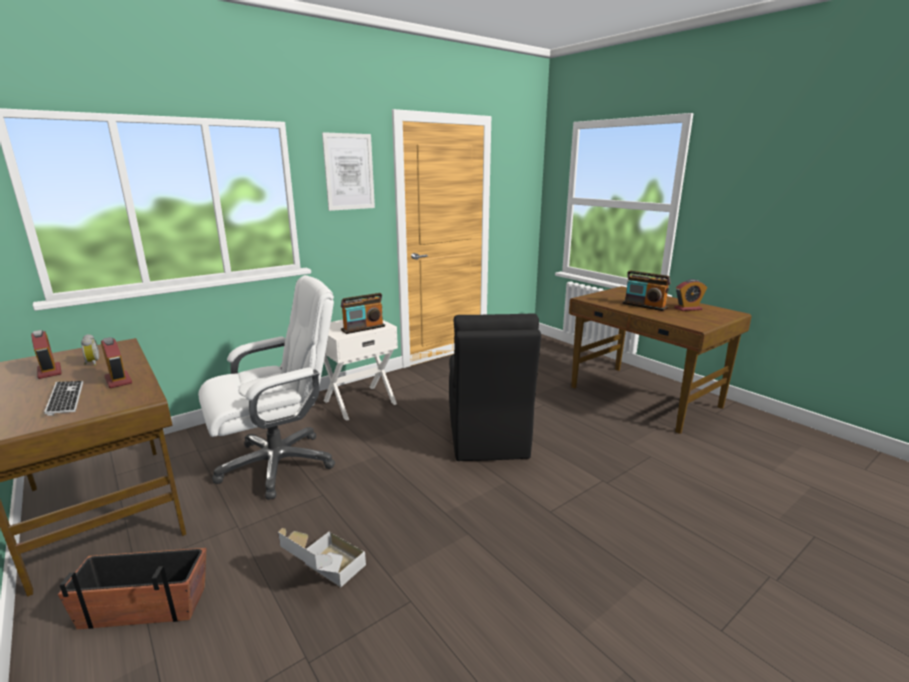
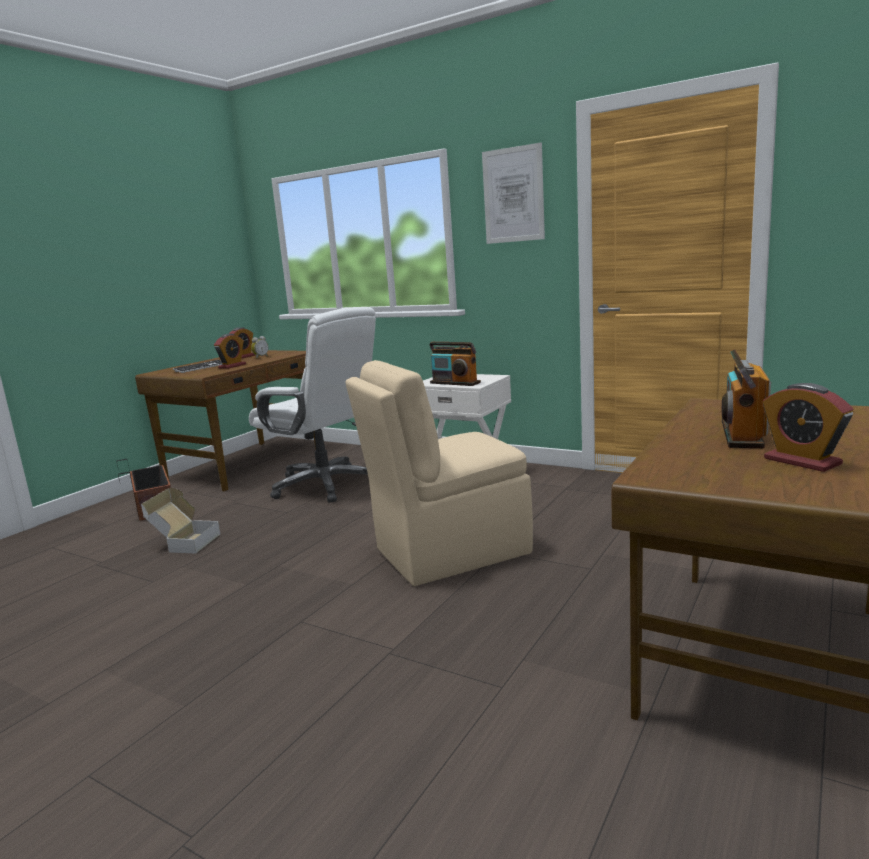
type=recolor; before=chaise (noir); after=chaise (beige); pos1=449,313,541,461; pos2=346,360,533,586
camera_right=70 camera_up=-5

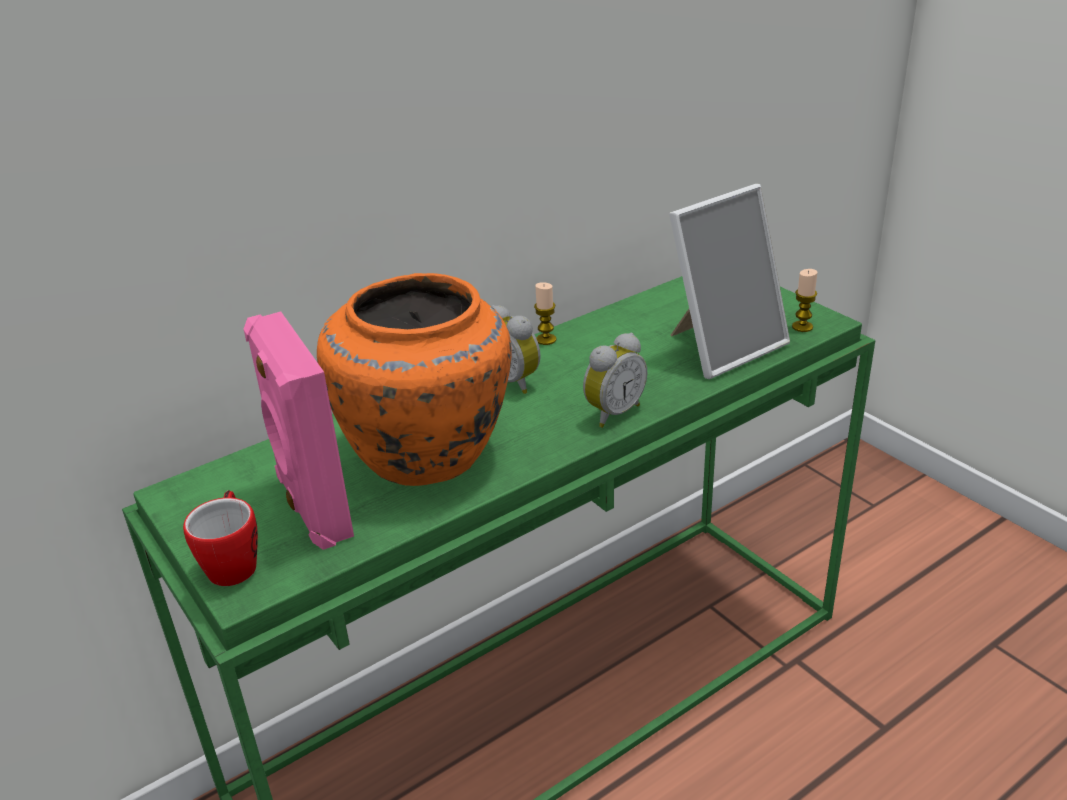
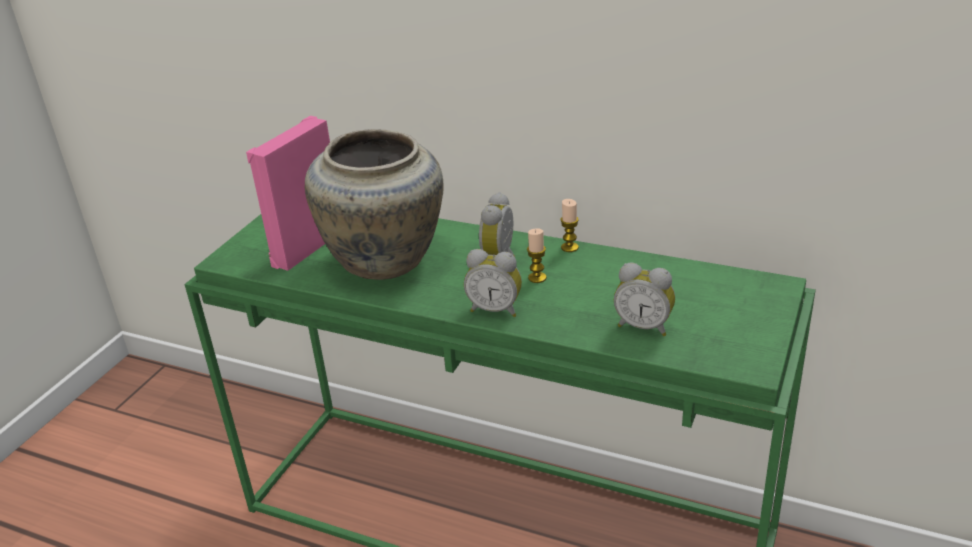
type=replace; before=cadre photo; after=réveil; pos1=669,184,790,379; pos2=614,263,675,336
type=move; before=bougie; pos1=792,269,818,332; pos2=527,228,547,283
type=recolor; before=vase (orange); after=vase (beige); pos1=317,273,512,486; pos2=305,129,444,280
type=delete; before=mug; pos1=183,490,258,586
camera_right=60 camera_up=0

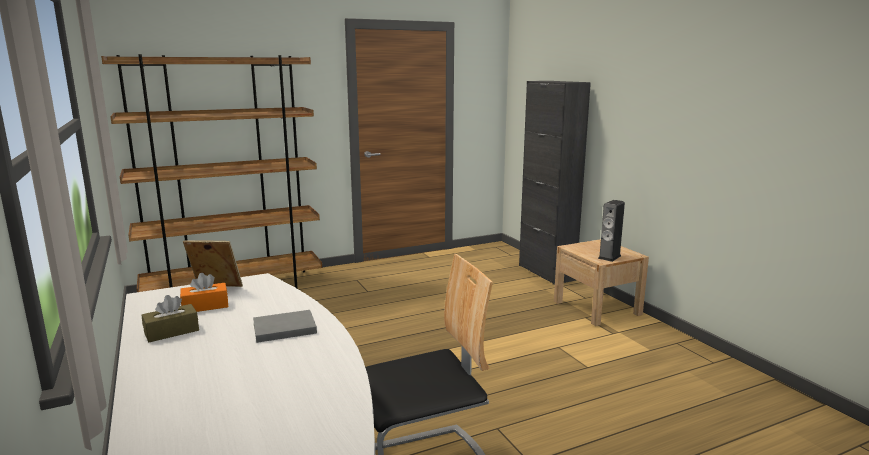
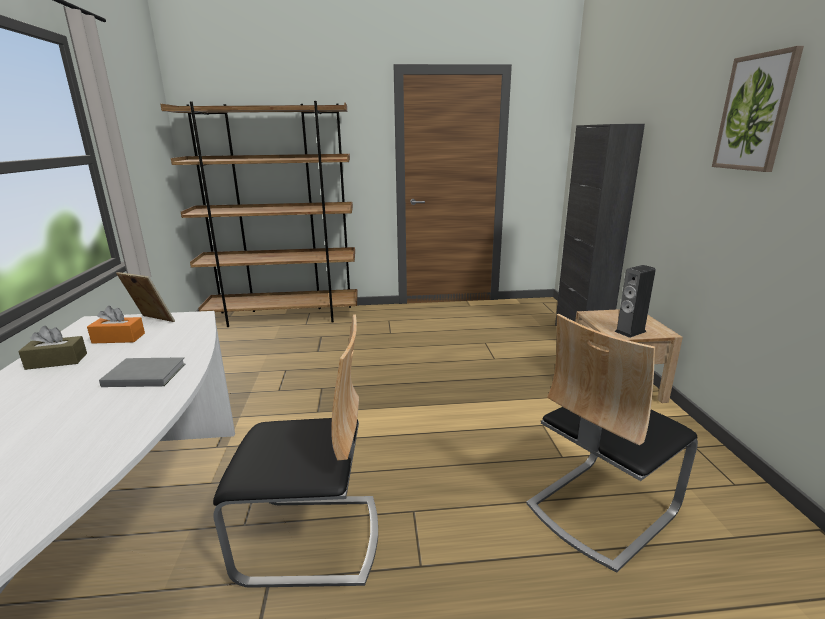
type=insert; after=tableau; pos2=712,46,804,172
type=insert; after=chaise; pos2=526,314,698,573
camera_right=20 camera_up=5

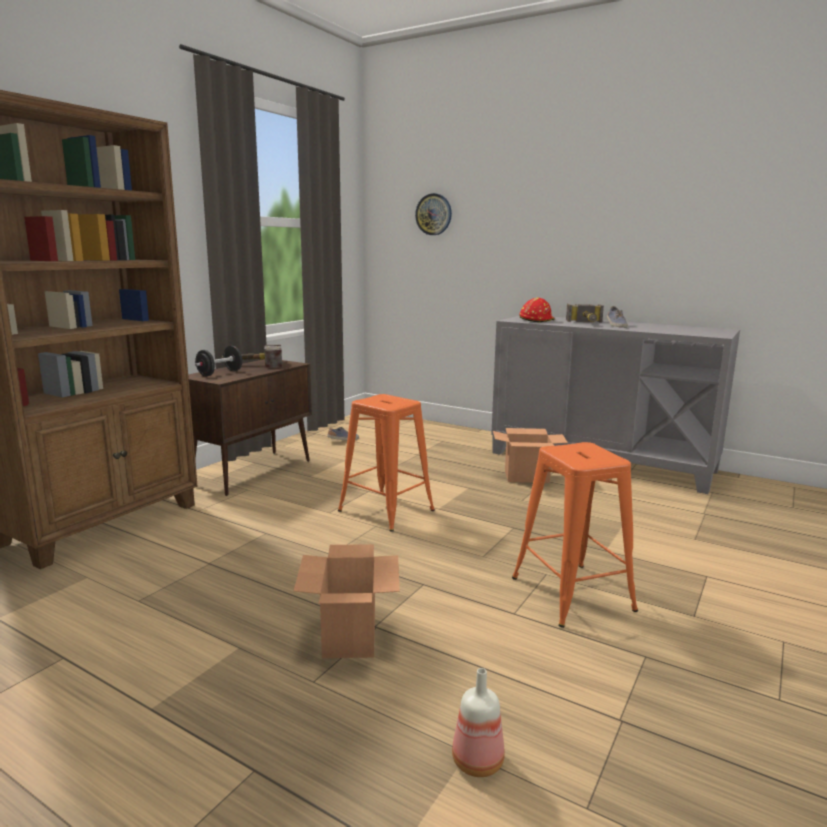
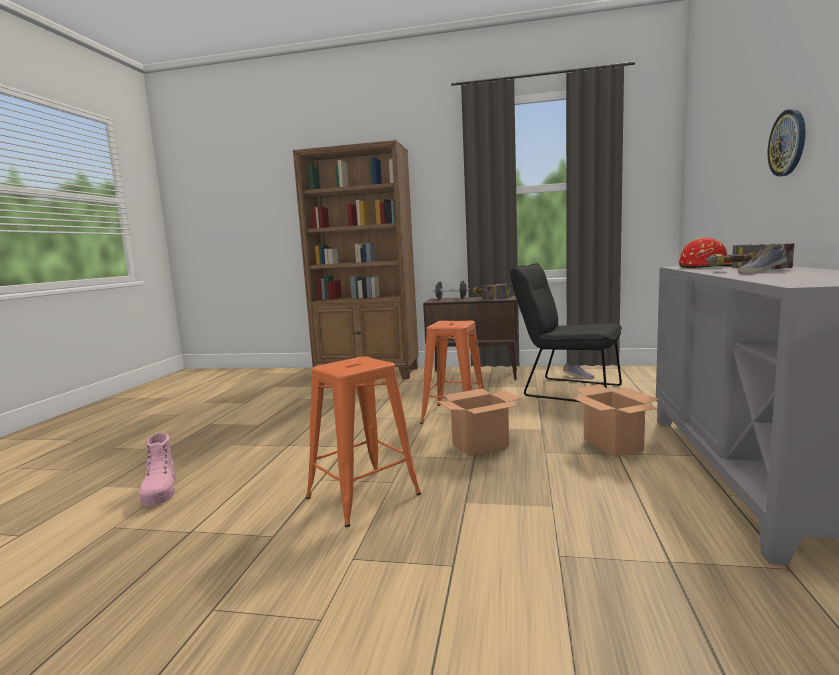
type=move; before=horloge murale; pos1=415,193,452,235; pos2=768,109,806,177
type=move; before=carton; pos1=294,544,400,658; pos2=437,388,522,456
type=replace; before=bouteille; after=botte (rose); pos1=452,668,505,777; pos2=139,433,176,506
type=insert; after=chaise (noir); pos2=510,263,622,402
camera_right=70 camera_up=-5

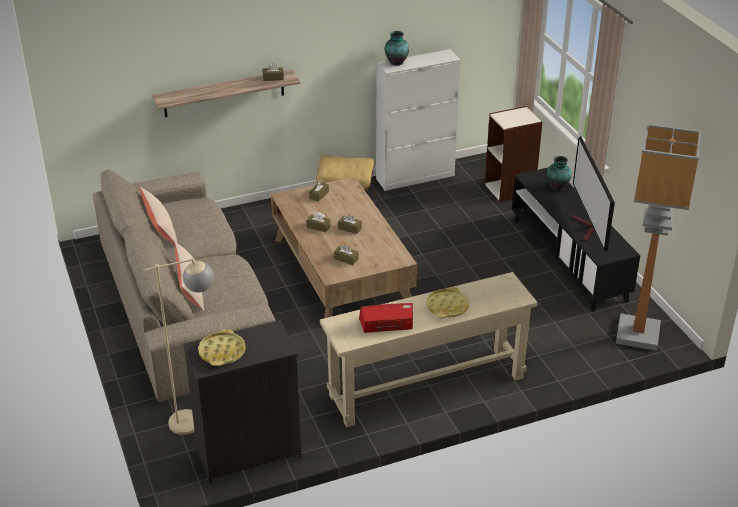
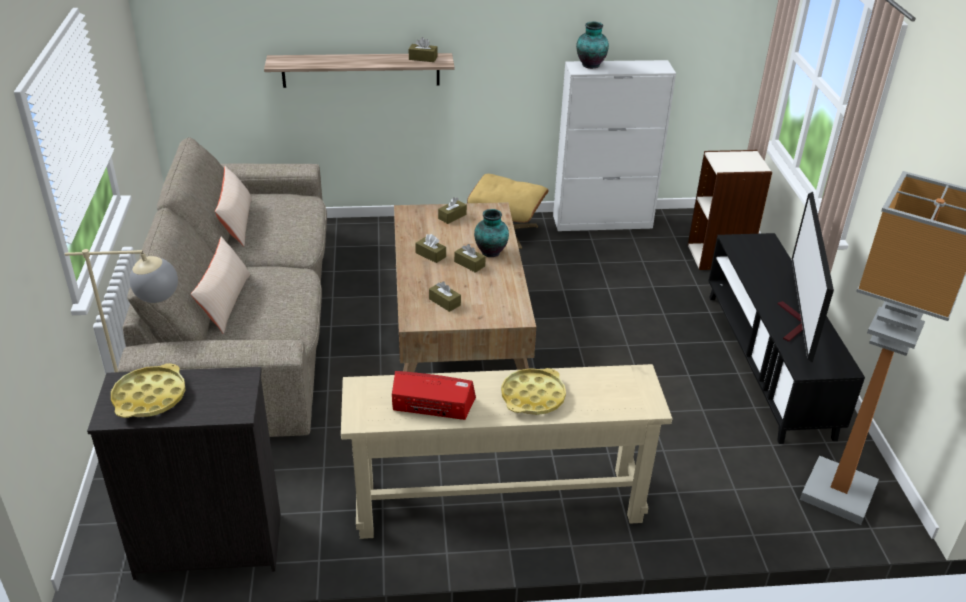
type=move; before=vase; pos1=546,156,572,191; pos2=474,209,509,257
camera_right=15 camera_up=0

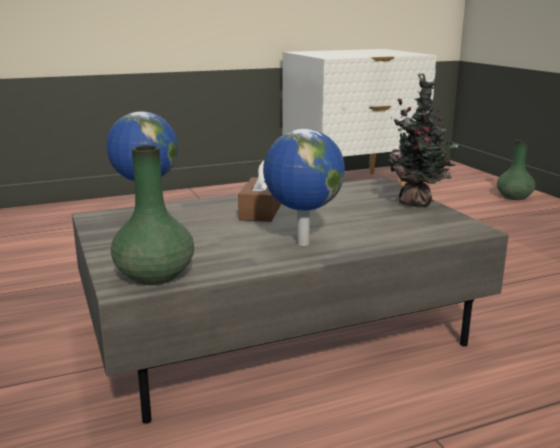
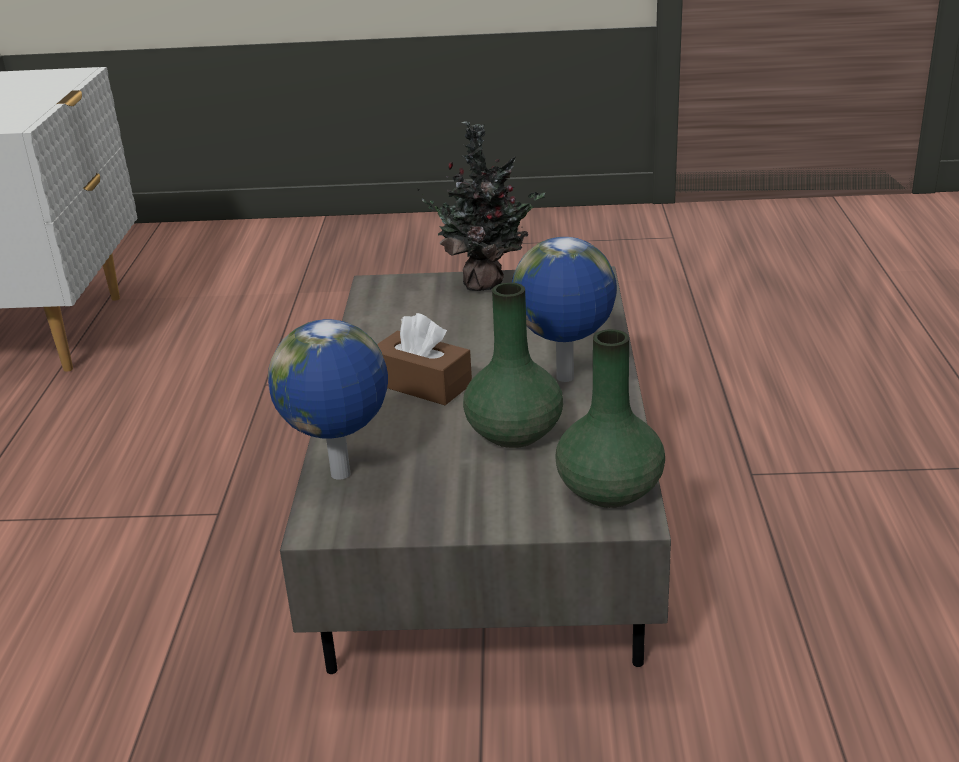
type=move; before=vase (vert); pos1=497,139,535,200; pos2=463,282,563,448
camera_right=-65 camera_up=10

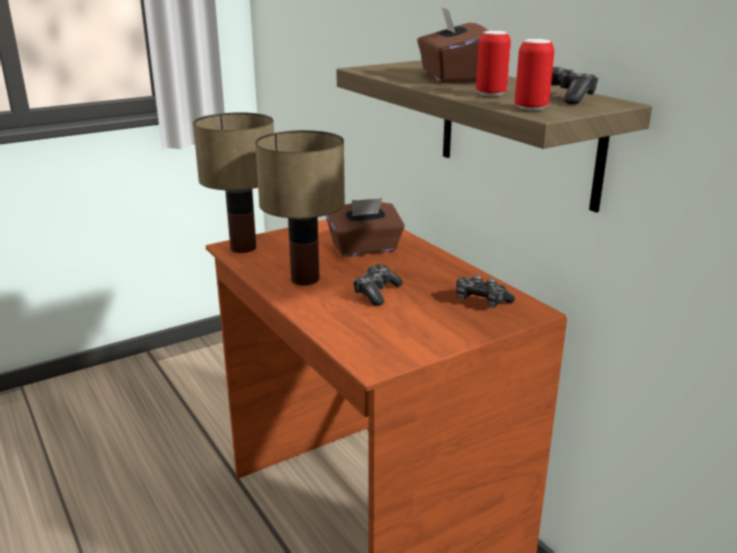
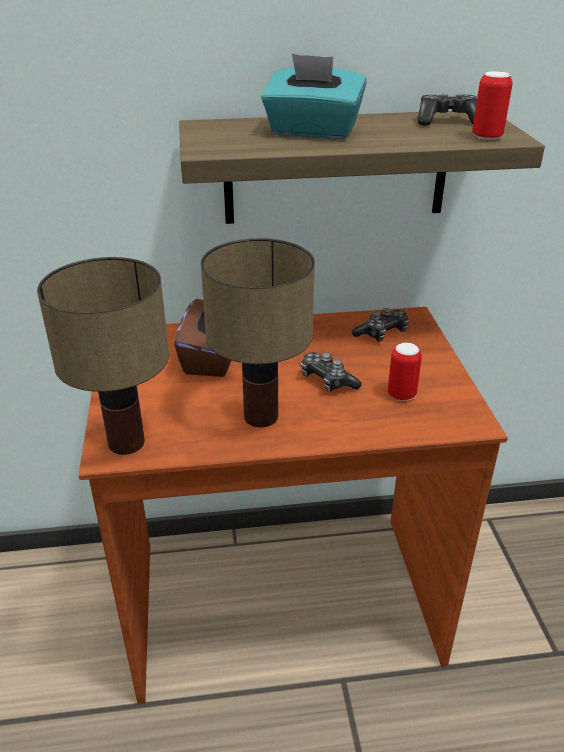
type=recolor; before=boîte à mouchoirs (marron); after=boîte à mouchoirs (turquoise); pos1=417,6,489,83; pos2=261,54,367,139
type=move; before=boîte métallique; pos1=476,31,511,96; pos2=388,343,422,401
camera_right=-65 camera_up=10

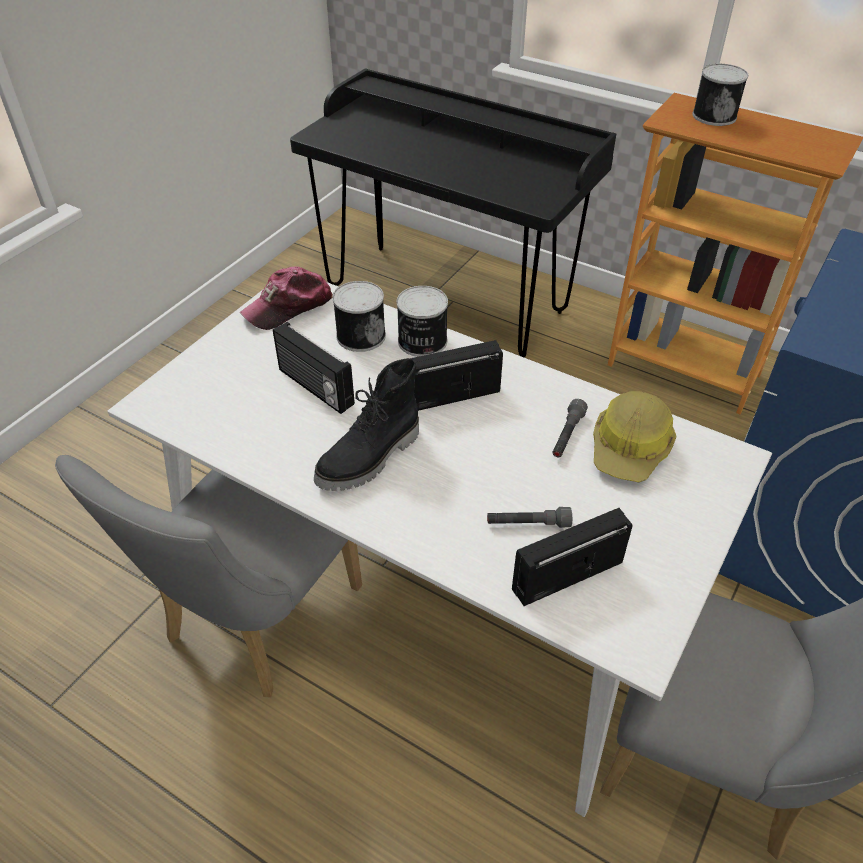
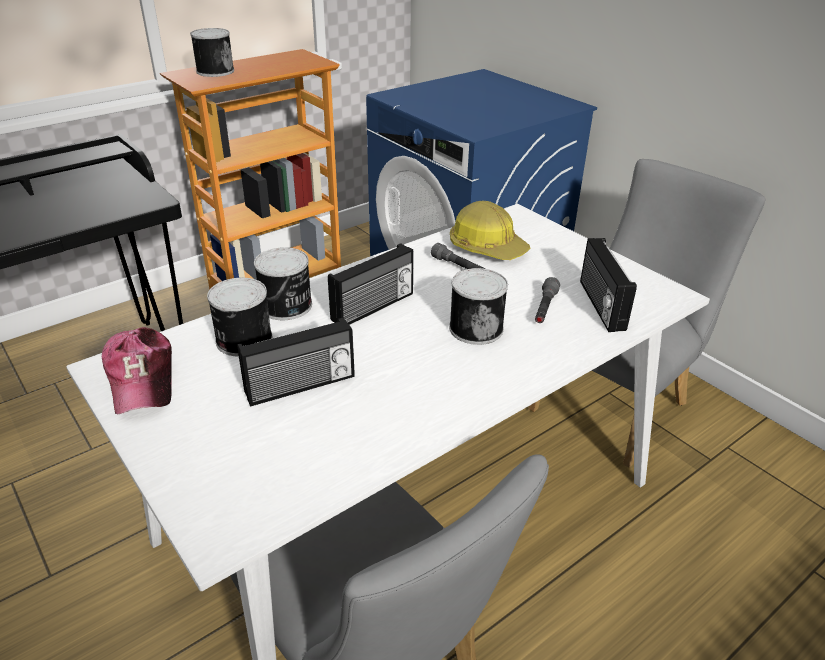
type=rotate; before=radio; pos1=411,340,503,411; pos2=328,243,414,325; turn=-135
type=delete; before=botte (noir); pos1=314,358,419,491
type=insert; after=boîte métallique; pos2=449,268,508,345
camera_right=-70 camera_up=-10

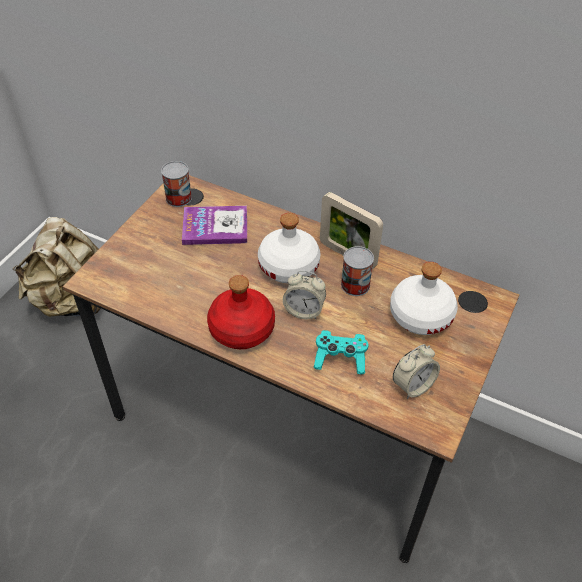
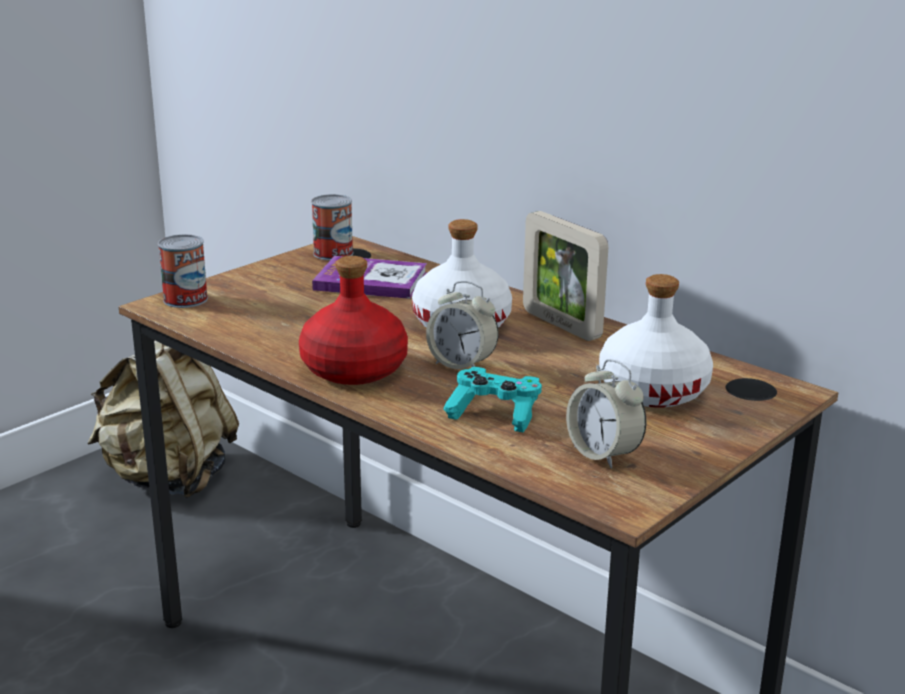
type=move; before=boîte métallique; pos1=341,246,374,296; pos2=158,234,208,308
type=rotate; before=réveil; pos1=393,344,440,399; pos2=566,359,646,469; turn=75
camera_right=15 camera_up=-25

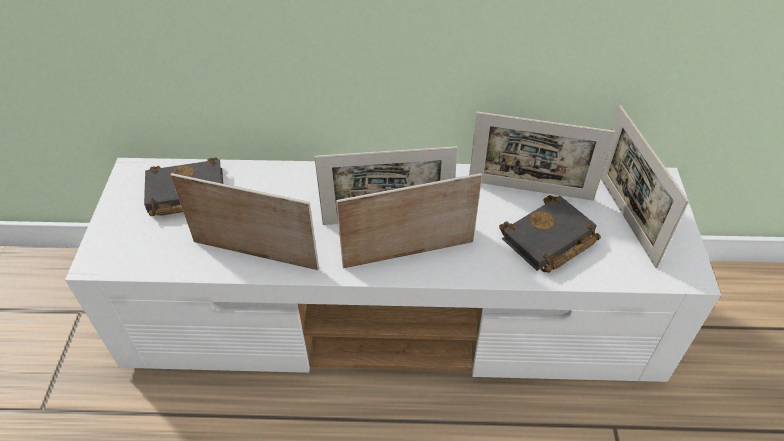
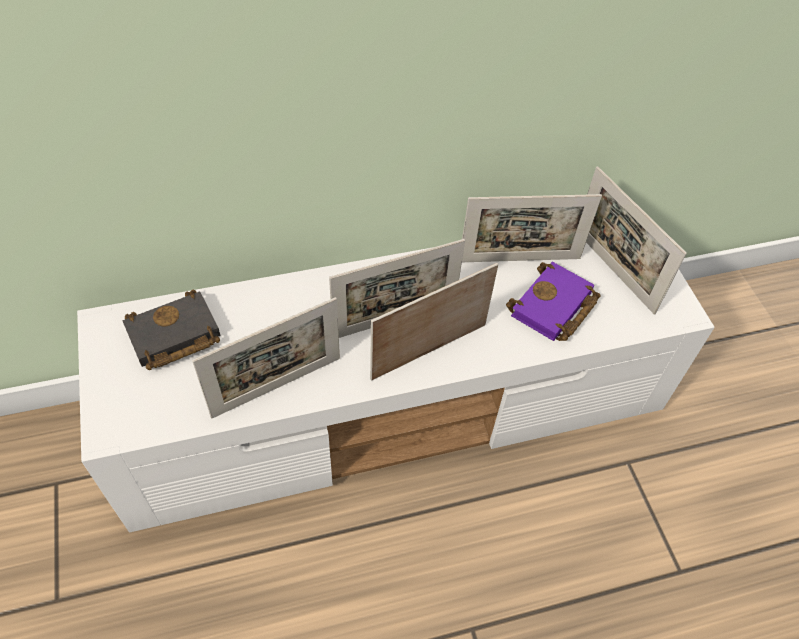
type=rotate; before=cadre photo; pos1=170,173,319,270; pos2=192,297,340,418; turn=150
type=recolor; before=livre (noir); after=livre (violet); pos1=499,195,601,273; pos2=506,262,600,341
camera_right=-20 camera_up=5

